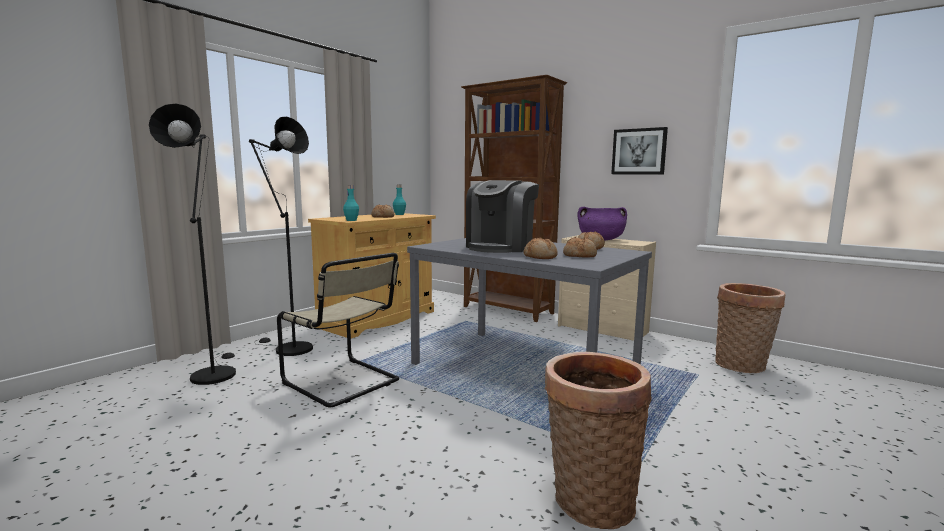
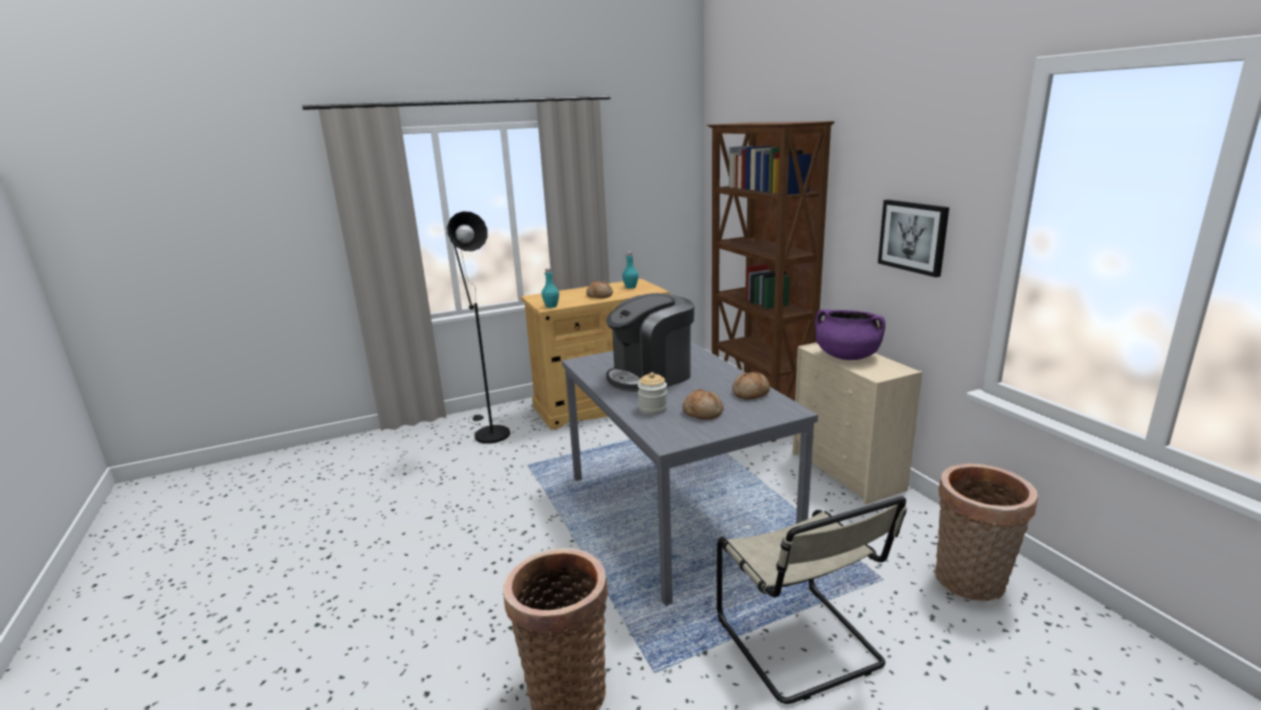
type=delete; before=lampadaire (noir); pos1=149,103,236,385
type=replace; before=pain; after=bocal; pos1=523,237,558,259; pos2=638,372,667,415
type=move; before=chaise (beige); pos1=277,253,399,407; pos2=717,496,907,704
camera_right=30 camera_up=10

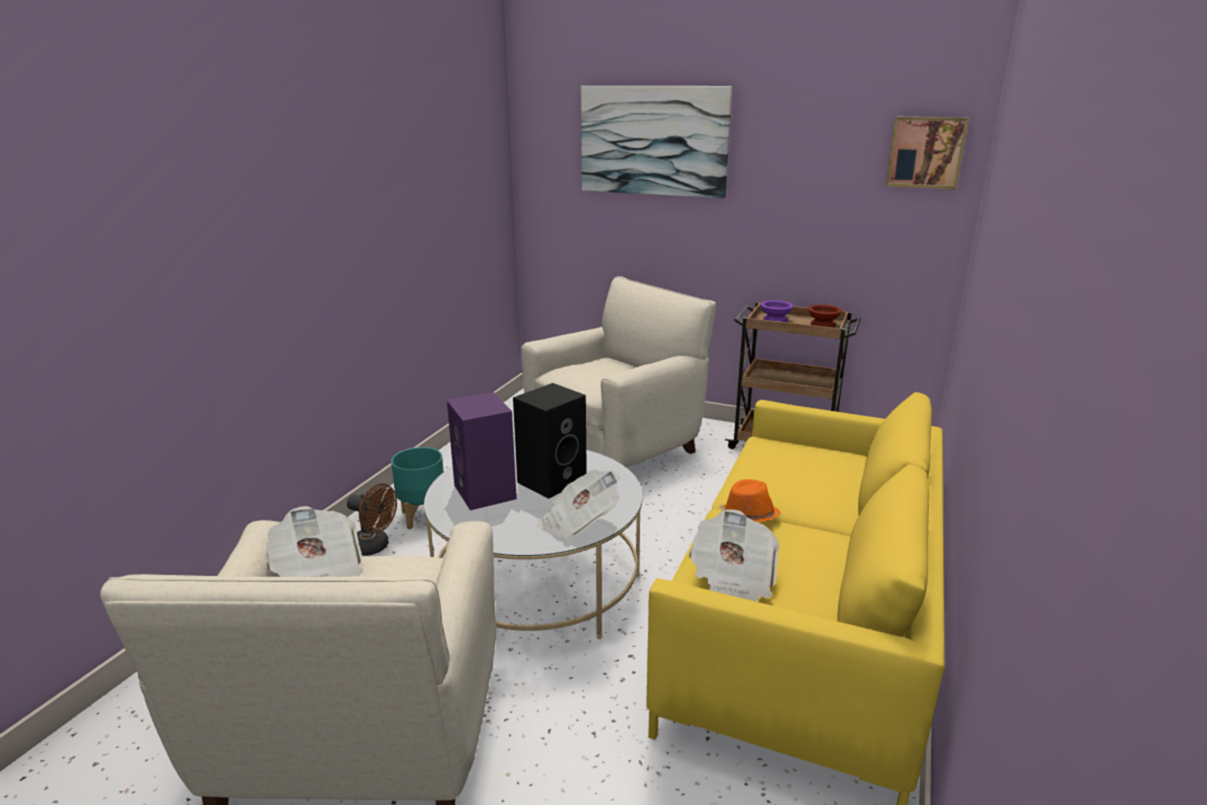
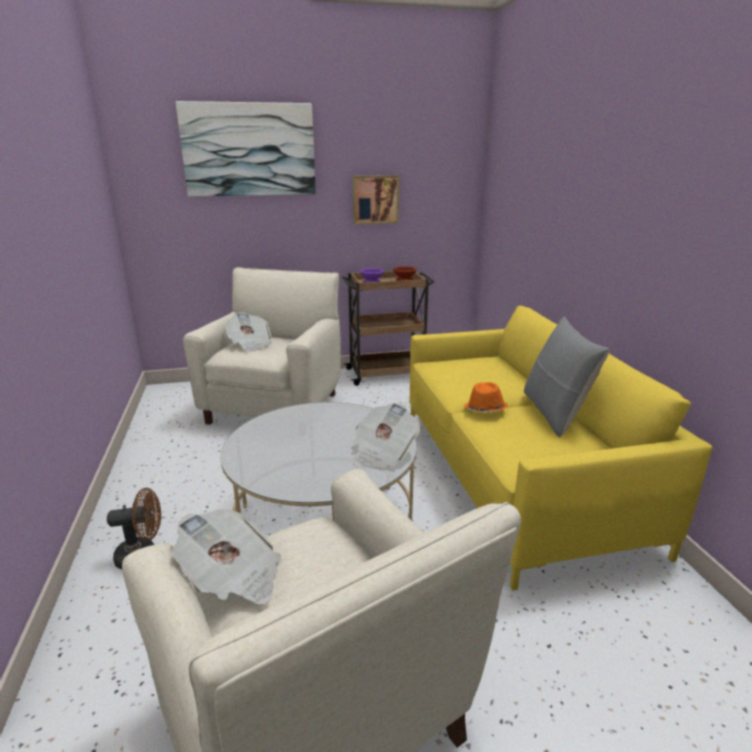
type=move; before=tableau; pos1=886,117,969,189; pos2=353,175,399,224
type=delete; before=enceinte (noir); pos1=513,383,587,499
type=delete; before=enceinte (violet); pos1=447,392,517,510
type=delete; before=cache-pot (turquoise); pos1=391,447,444,530
type=move; before=journal; pos1=689,509,780,602; pos2=226,313,272,352
type=insert; after=coussin (gris); pos2=524,316,609,437
camera_right=-35 camera_up=0

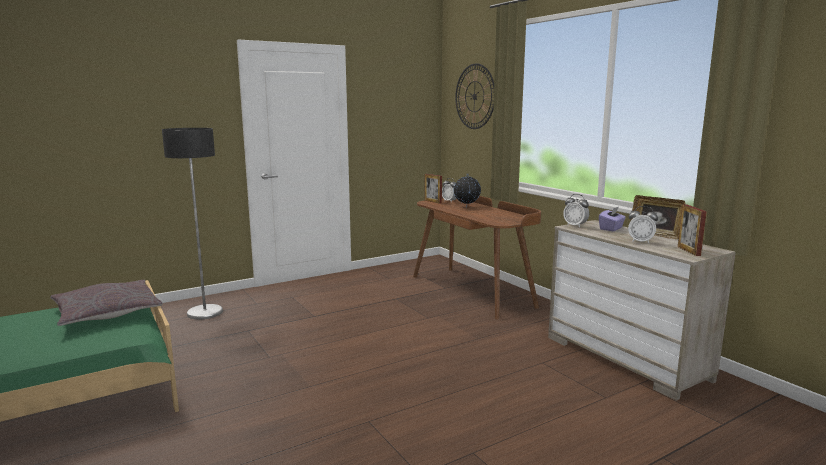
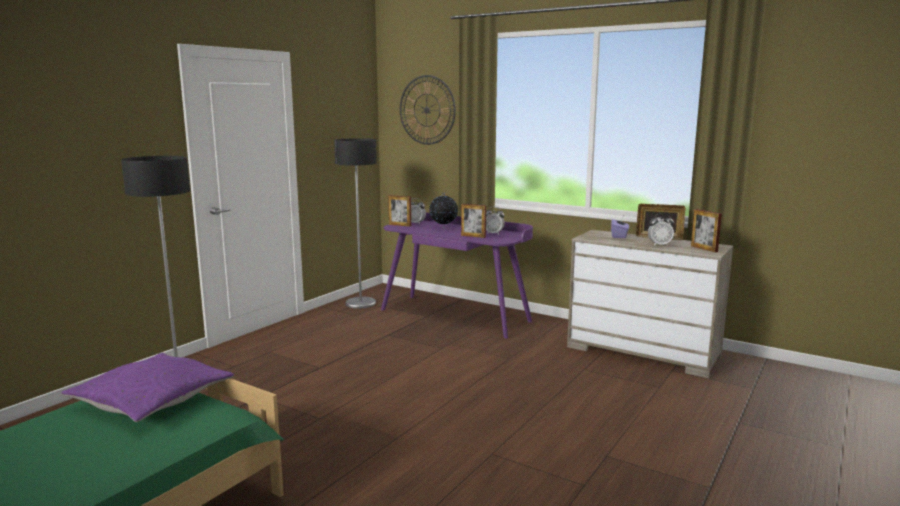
type=move; before=réveil; pos1=563,194,589,228; pos2=486,207,505,235
type=recolor; before=bureau (marron); after=bureau (violet); pos1=413,196,541,319; pos2=381,212,533,338
type=recolor; before=coussin (gris); after=coussin (violet); pos1=50,280,163,326; pos2=62,353,234,422
type=insert; after=lampadaire; pos2=334,138,377,309
type=insert; after=cadre photo; pos2=461,204,486,238
camera_right=-25 camera_up=0

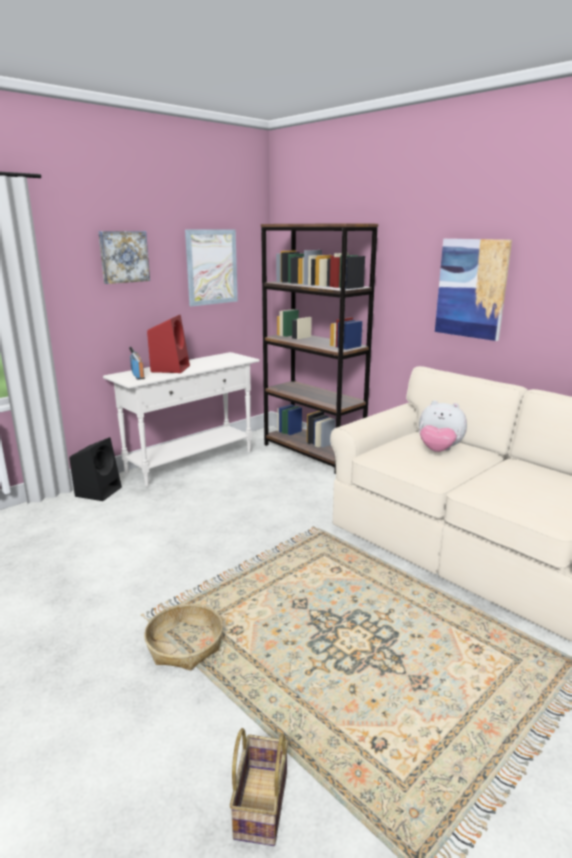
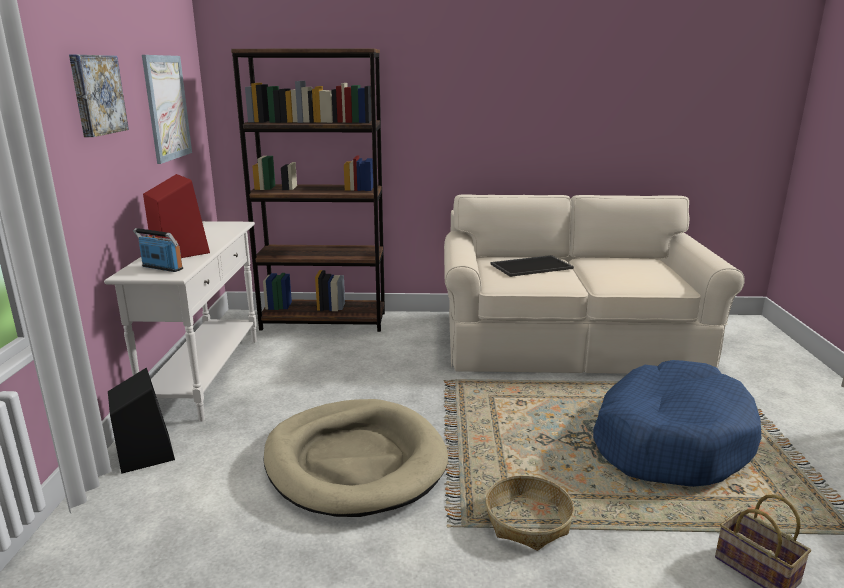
type=delete; before=tableau; pos1=435,239,512,341
type=replace; before=peluche; after=plateau; pos1=419,400,467,452; pos2=491,255,574,277
type=insert; after=panier pour chien (bleu); pos2=593,360,761,487
type=insert; after=panier pour chien (beige); pos2=264,399,448,517
camera_right=-45 camera_up=0

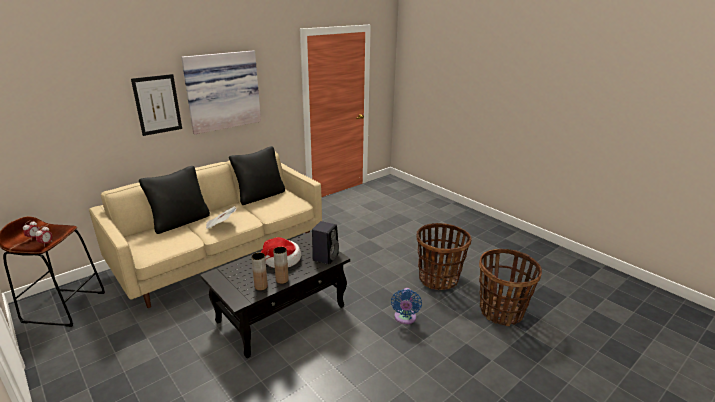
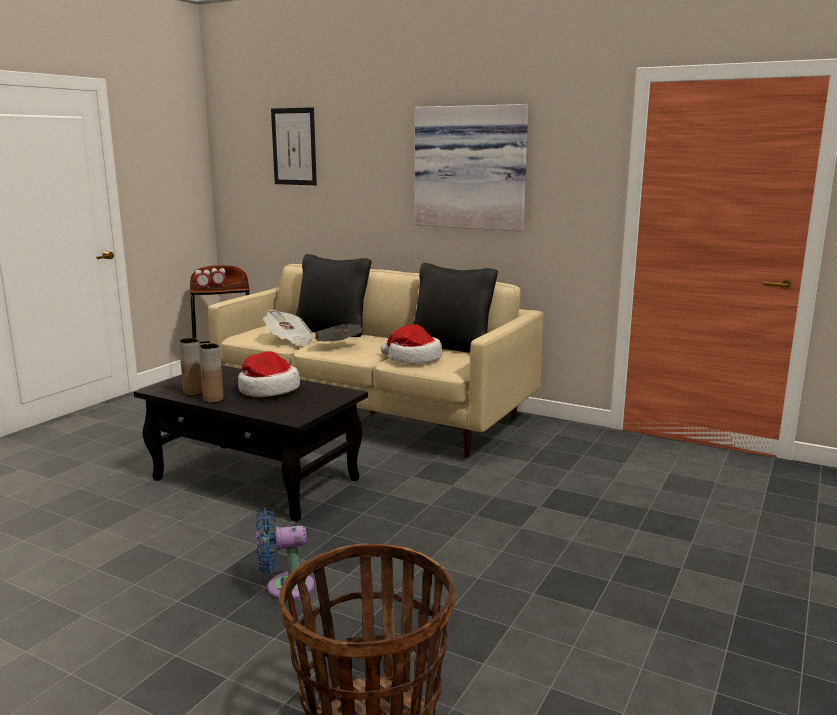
type=move; before=tableau; pos1=131,74,182,136; pos2=271,107,317,185
type=delete; before=enceinte (noir); pos1=312,221,339,264
type=delete; before=panier; pos1=416,223,472,290
type=insert; after=journal; pos2=263,310,315,346
type=insert; after=chapeau; pos2=381,324,443,364
camera_right=70 camera_up=-10

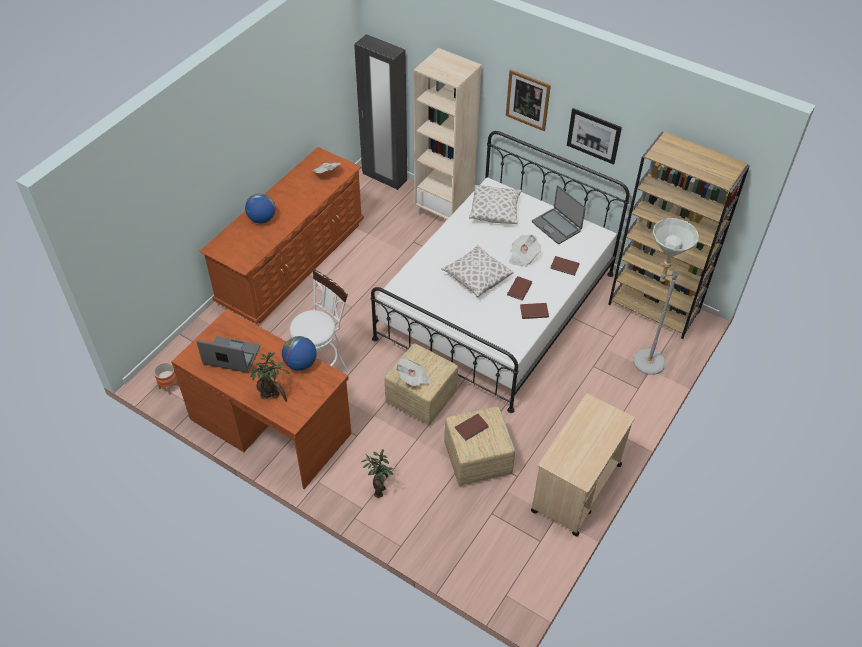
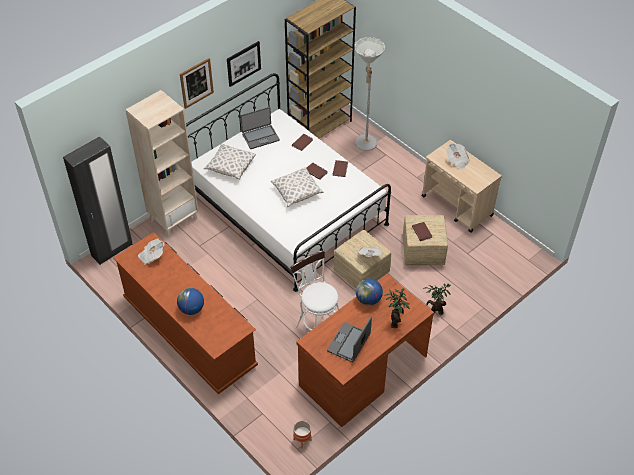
type=move; before=journal; pos1=509,235,541,267; pos2=446,143,470,170
camera_right=-75 camera_up=0

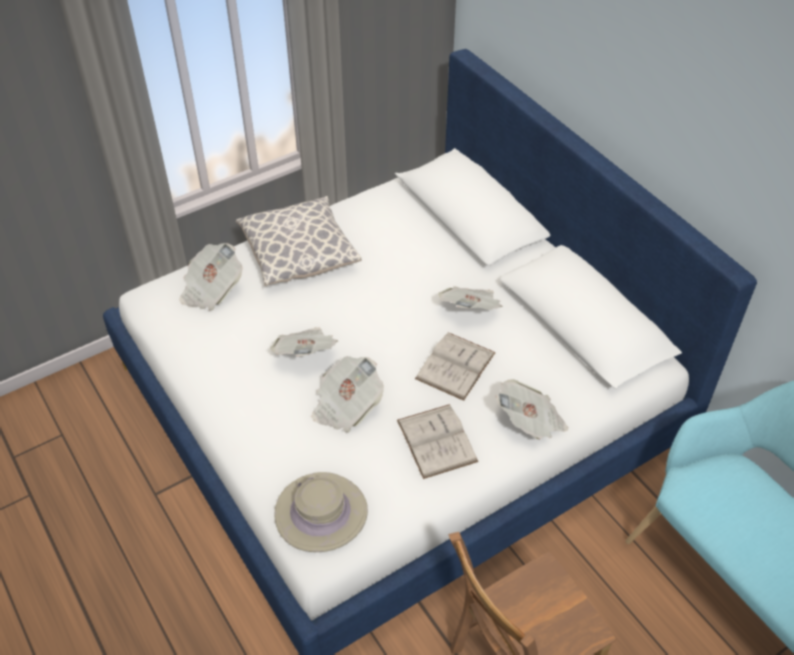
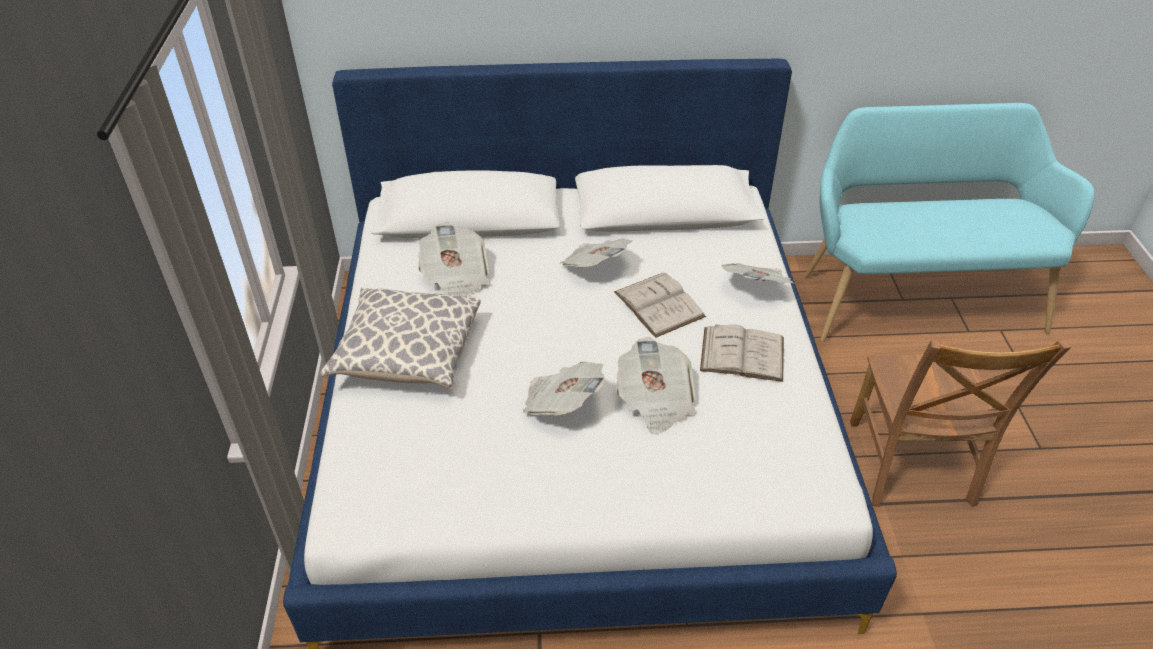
type=move; before=journal; pos1=179,243,242,310; pos2=418,223,489,297
type=delete; before=chapeau (beige); pos1=274,472,368,552
camera_right=-60 camera_up=-5

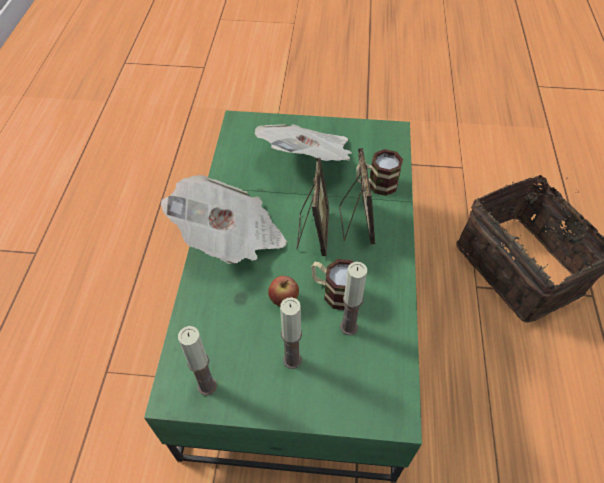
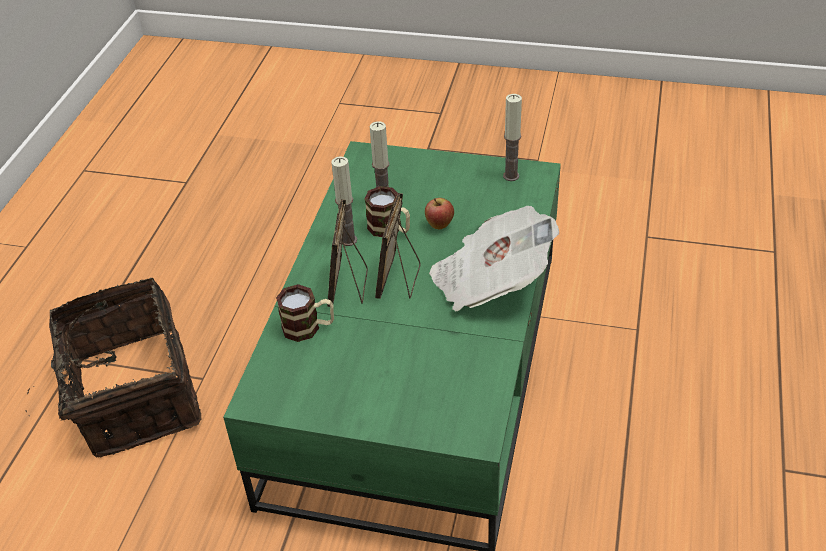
type=delete; before=journal; pos1=255,124,352,161
type=move; before=bougie; pos1=280,297,302,369; pos2=331,156,357,246
camera_right=-170 camera_up=-10

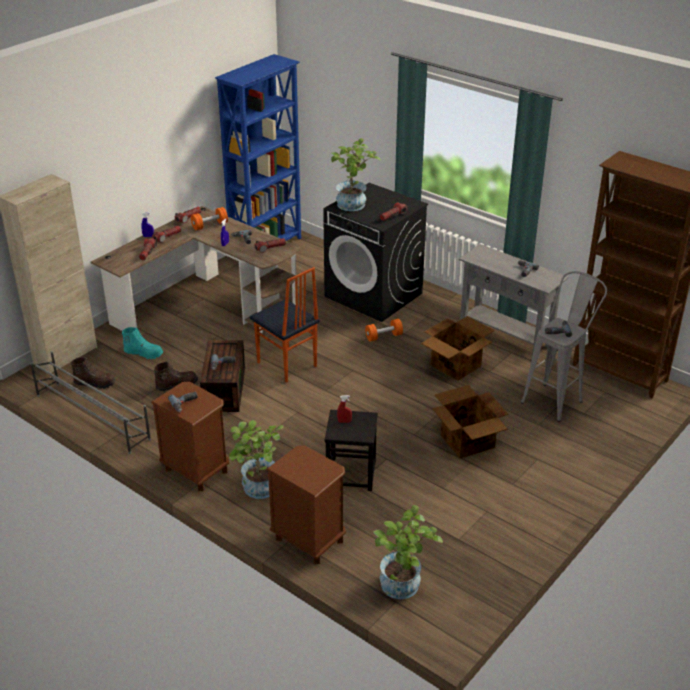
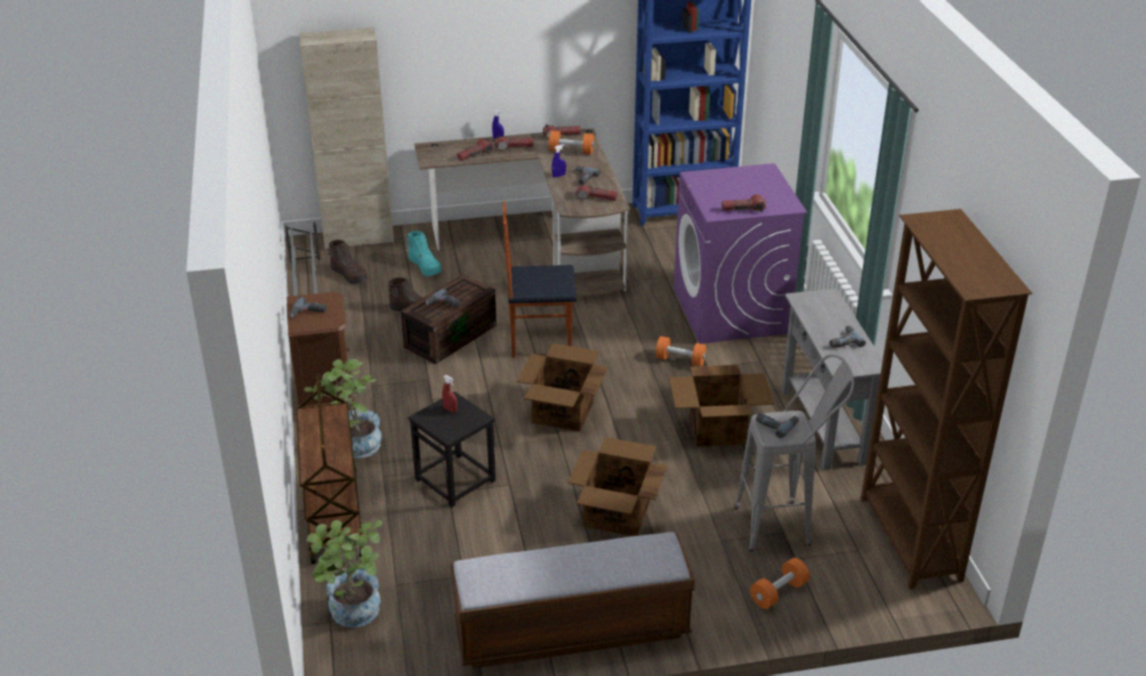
type=delete; before=plante en pot; pos1=330,138,381,211
type=recolor; before=lave-linge (noir); after=lave-linge (violet); pos1=323,183,428,322; pos2=674,163,807,344
type=rotate; before=chaise; pos1=250,267,319,383; pos2=503,201,577,358; turn=90
type=replace; before=table de chevet (marron); after=chariot (marron); pos1=266,445,346,564; pos2=296,374,364,564
type=insert; after=carton; pos2=517,343,608,432
type=insert; after=banc; pos2=451,532,695,668
type=insert; after=haltère (orange); pos2=750,558,810,609
camera_right=40 camera_up=0

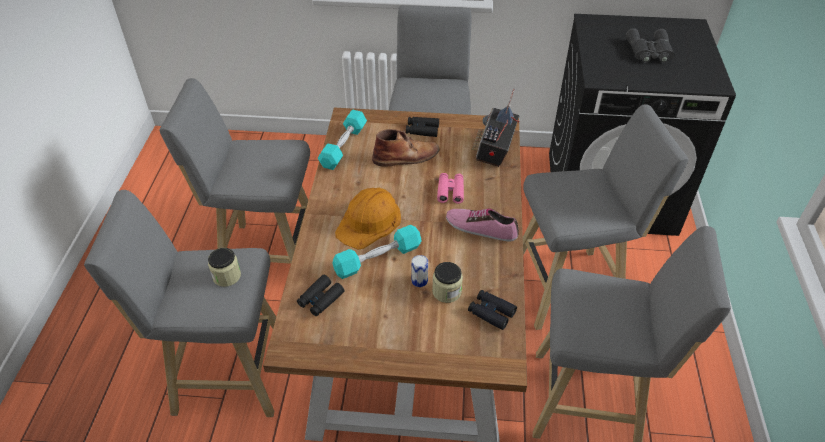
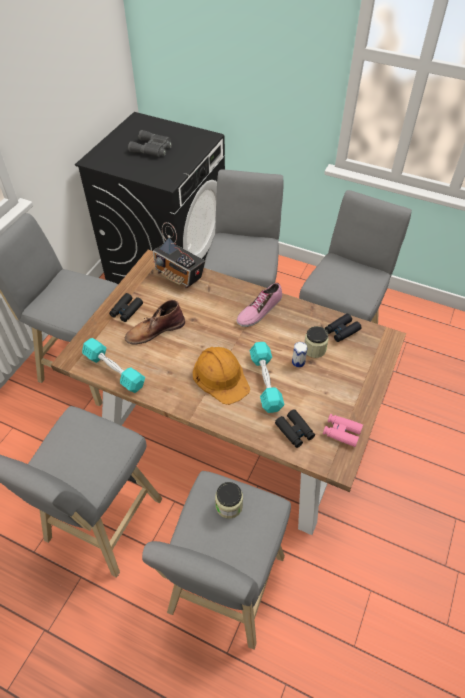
type=rotate; before=botte (marron); pos1=372,129,440,167; pos2=125,300,185,344; turn=-120
type=move; before=jumelles (rose); pos1=437,173,464,204; pos2=323,414,363,447
camera_right=-70 camera_up=5

